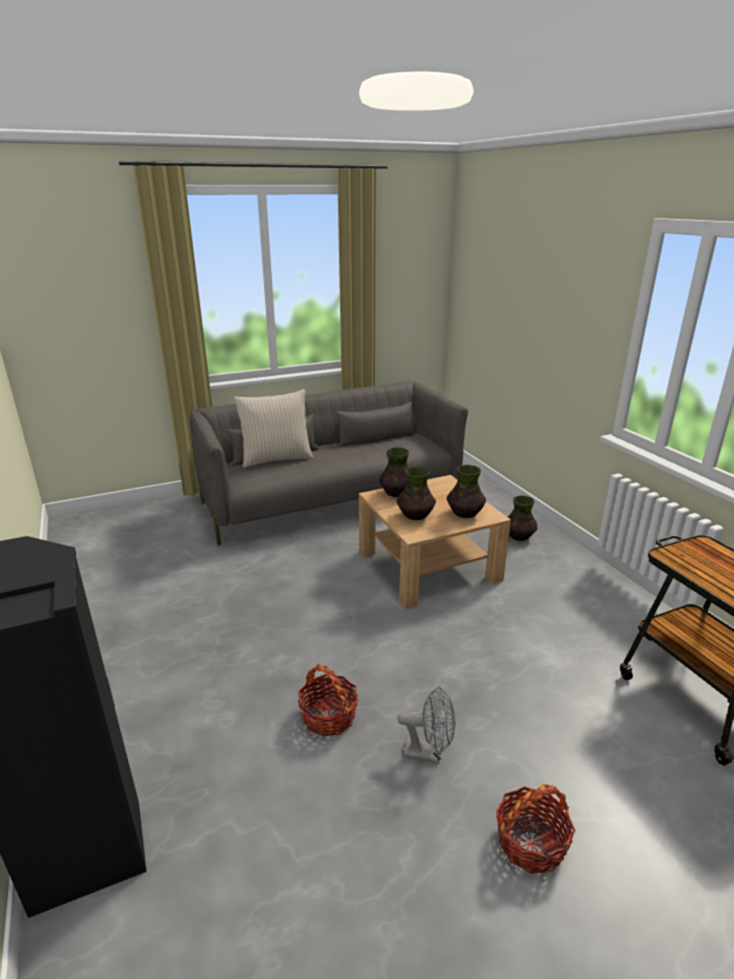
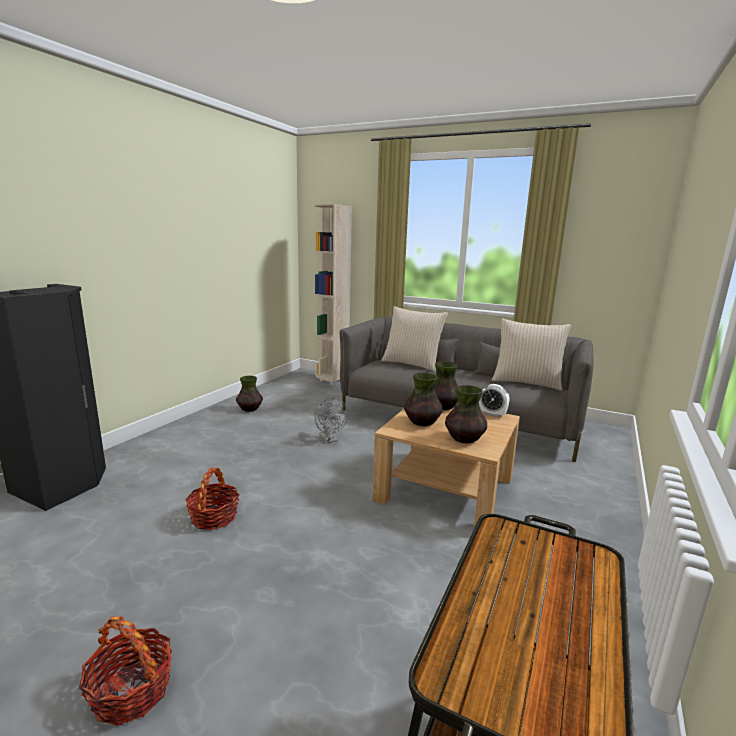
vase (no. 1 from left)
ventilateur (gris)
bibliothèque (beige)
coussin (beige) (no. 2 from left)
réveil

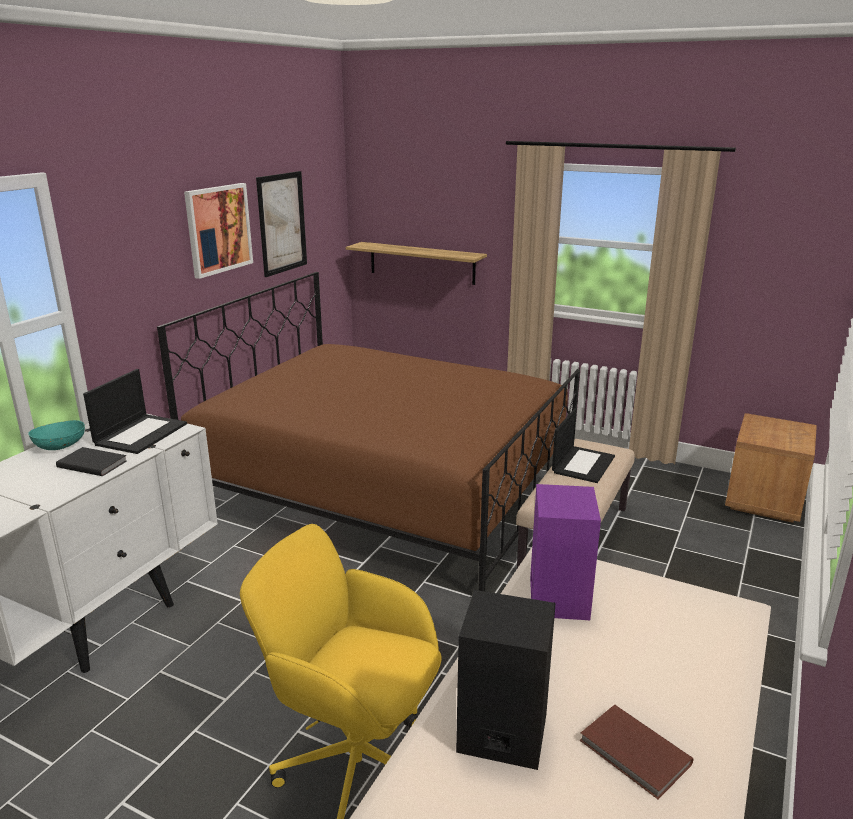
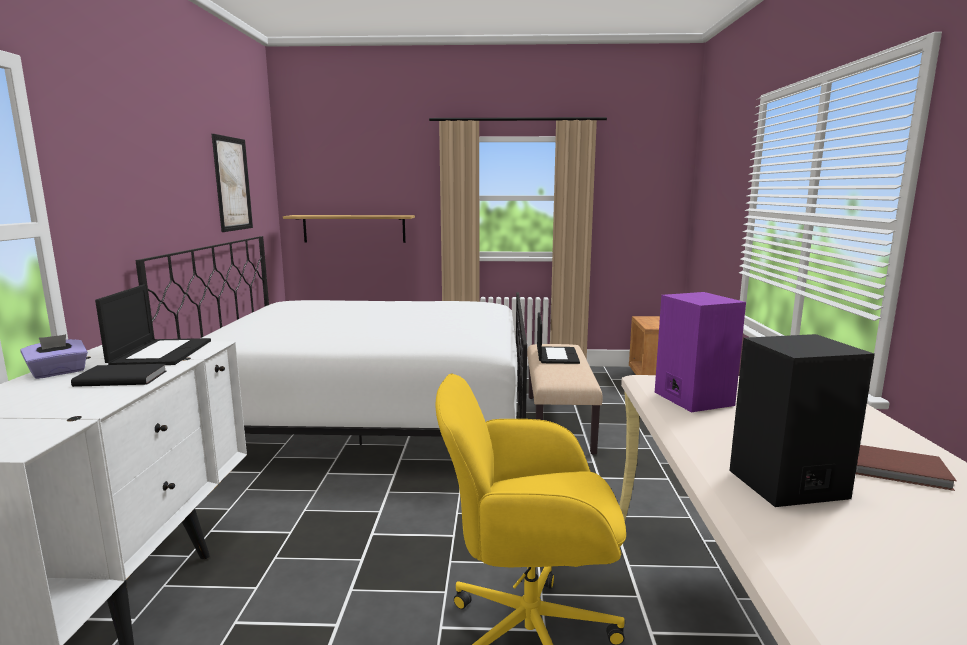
tableau (no. 1 from left in the first image)
lit (blanc)
boîte à mouchoirs (violet)

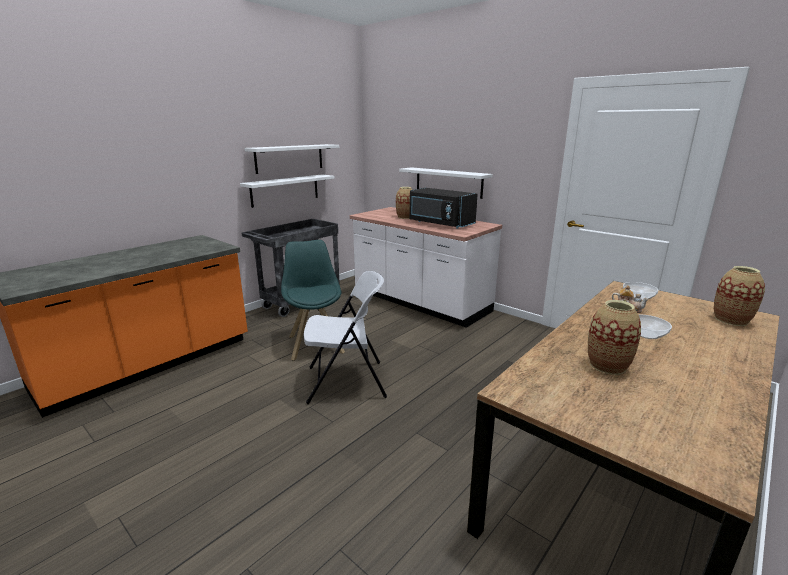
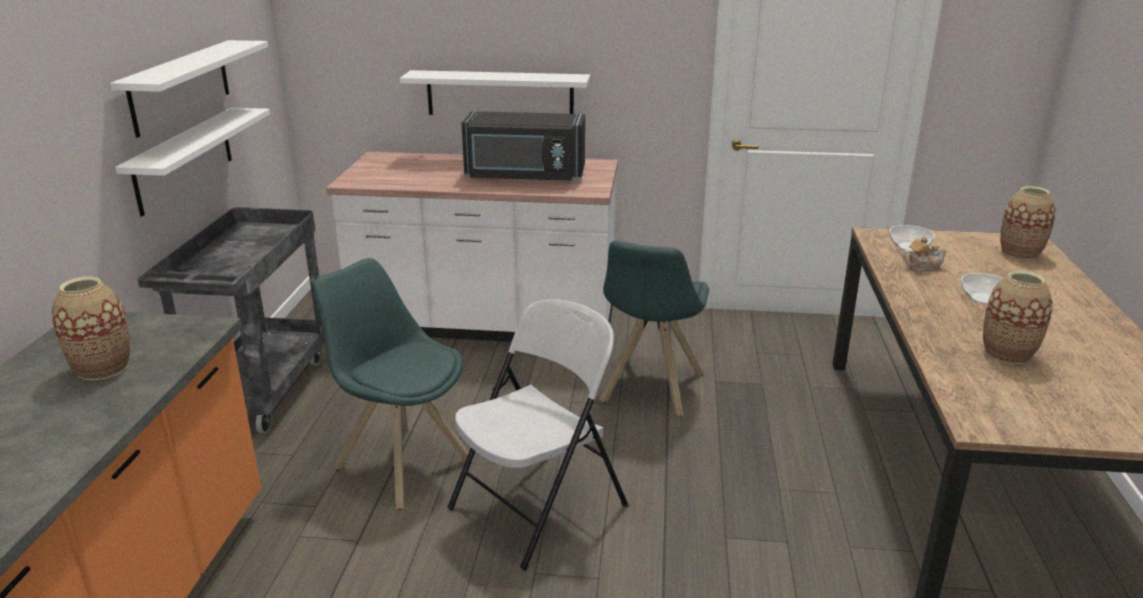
vase (no. 1 from left)
chaise (turquoise) (no. 2 from left)

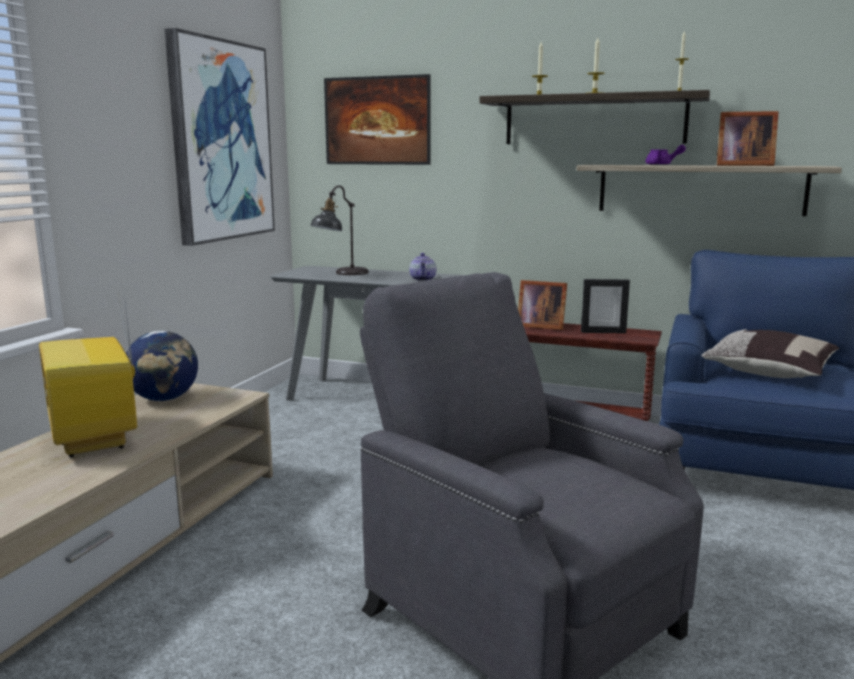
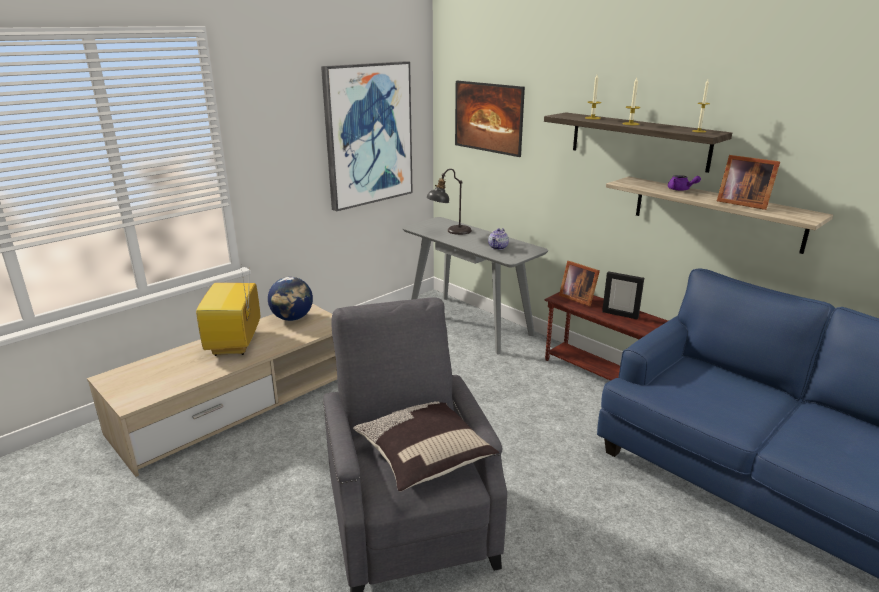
coussin

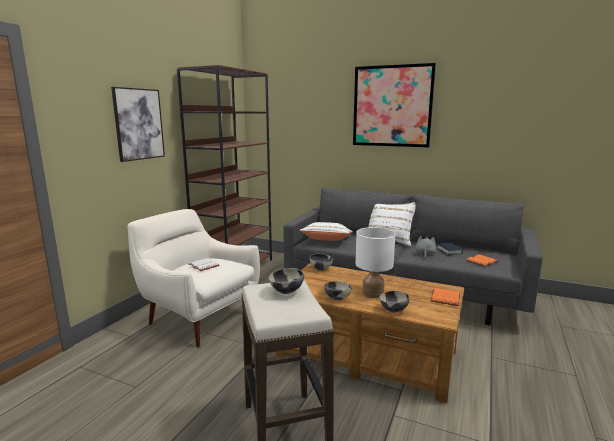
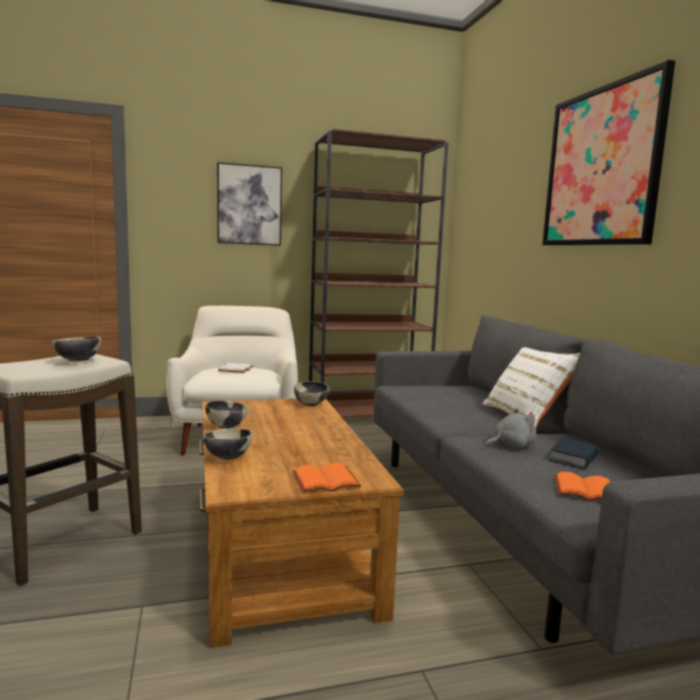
coussin (blanc) (no. 1 from left in the first image)
lampe de table (blanc)

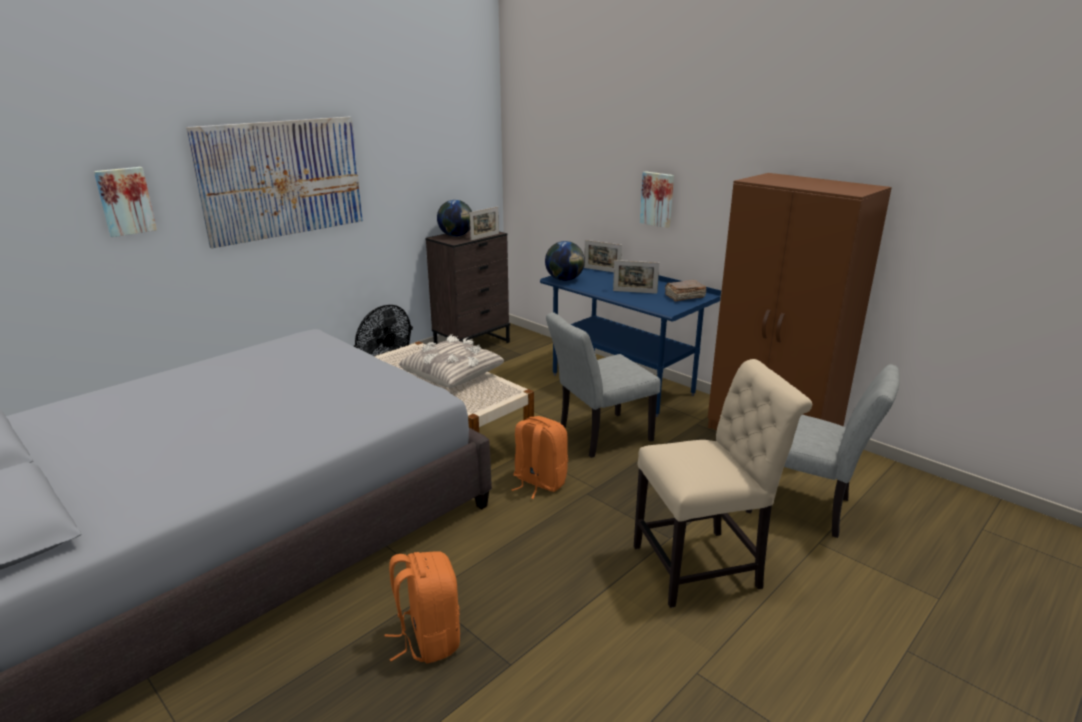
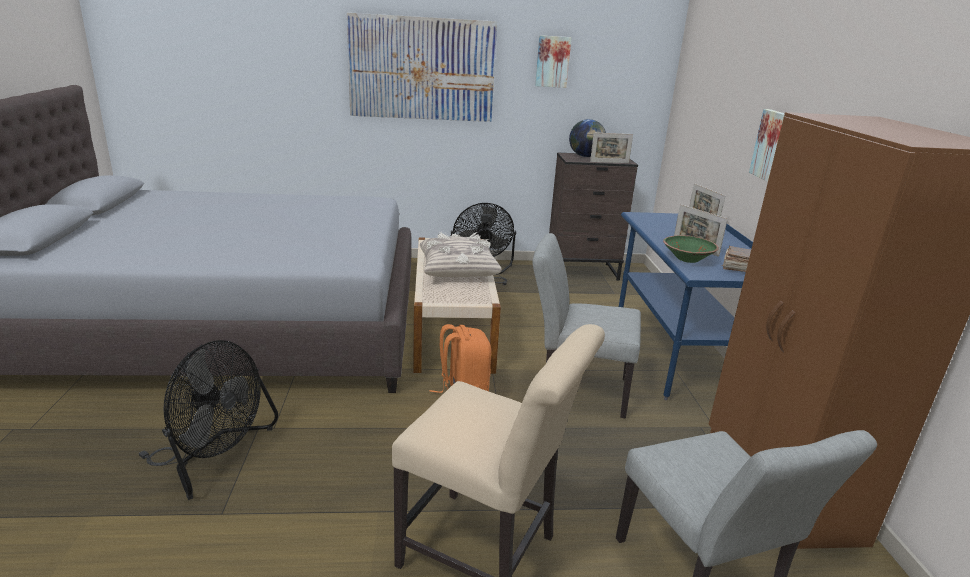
tableau (no. 2 from left)
globe (no. 2 from left in the first image)
ventilateur (noir) (no. 1 from left)
bol (vert)

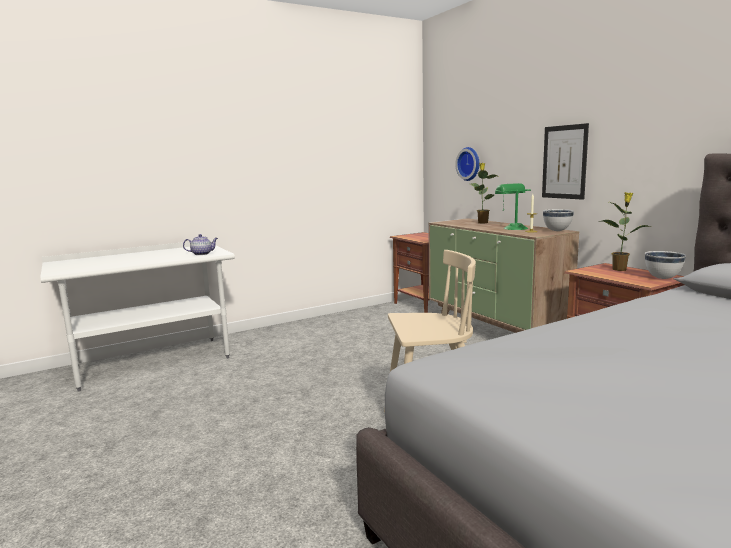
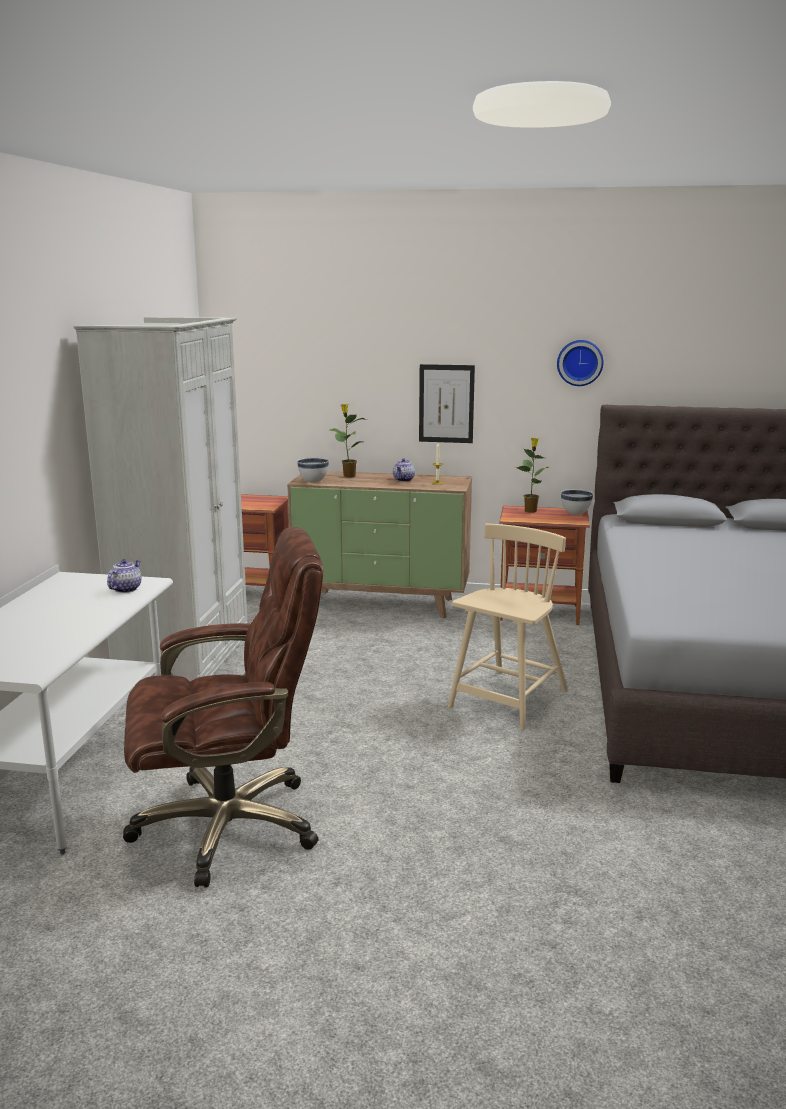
horloge murale
théière (no. 2 from left)
bol (blanc) (no. 1 from left)
armoire (blanc)
chaise de bureau (marron)

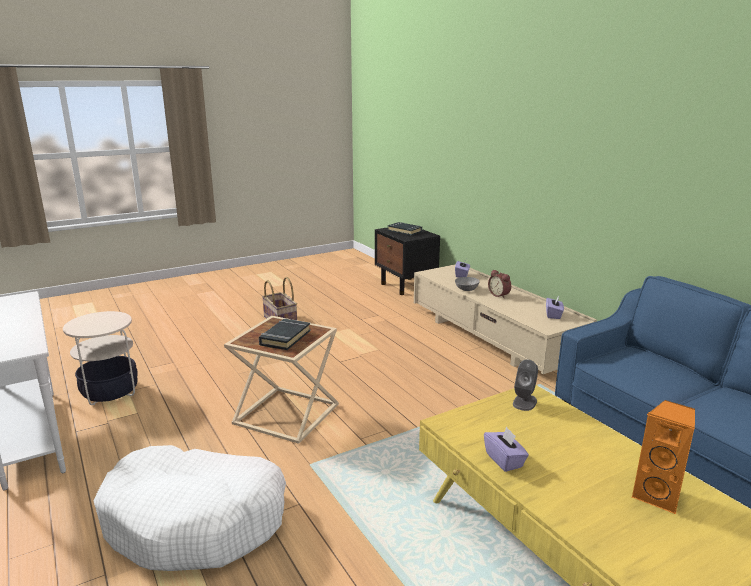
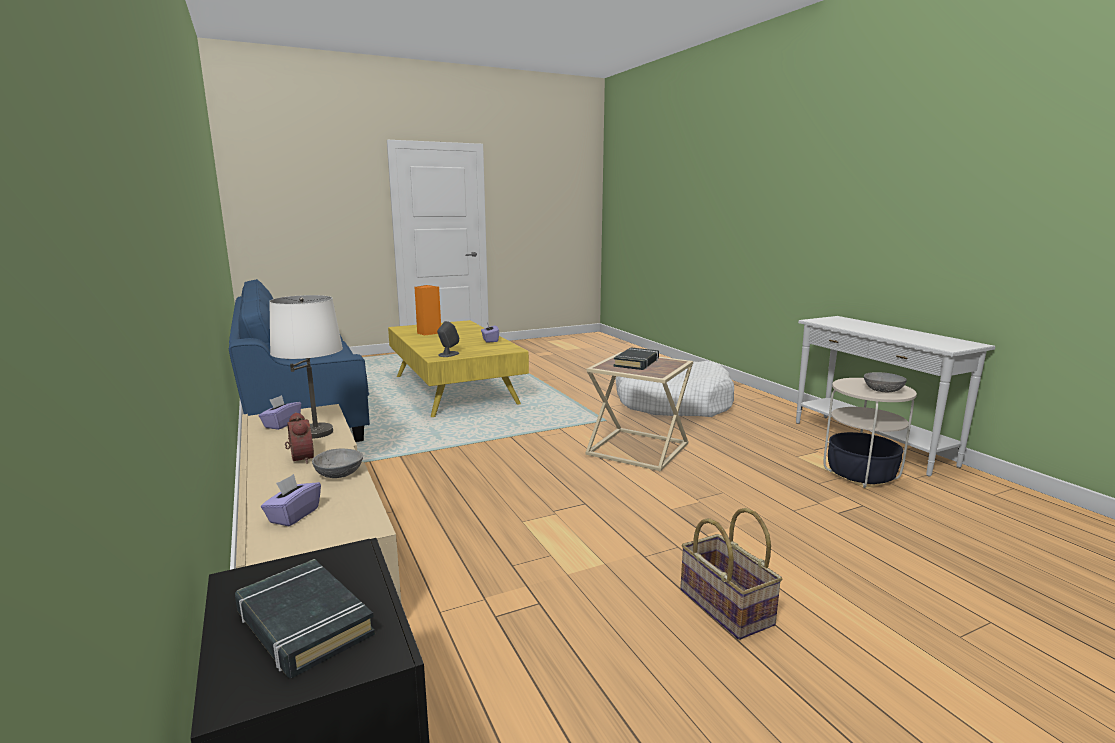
lampe de table (blanc)
bol (gris) (no. 2 from left)

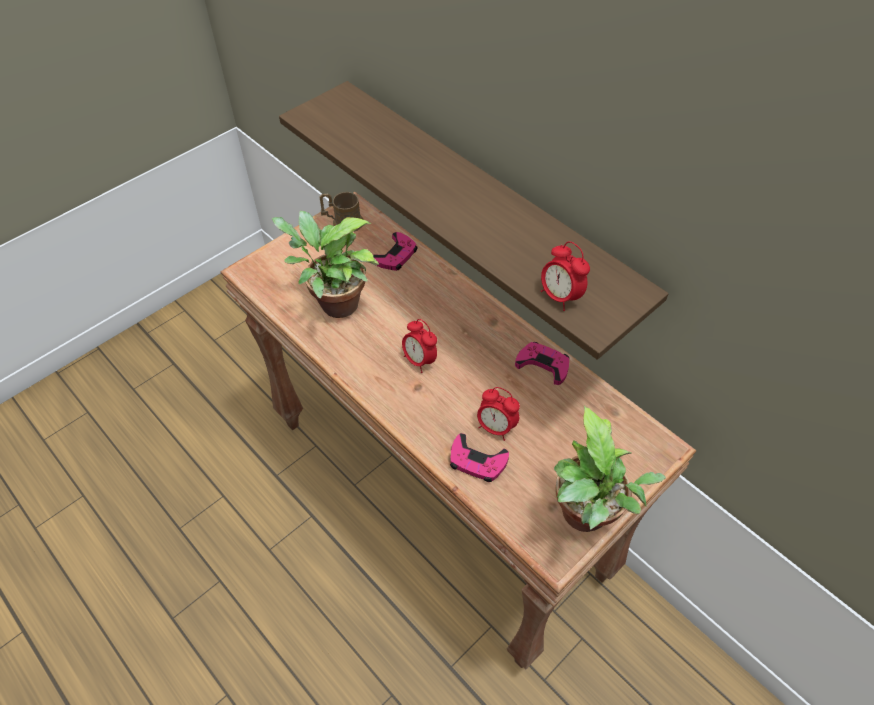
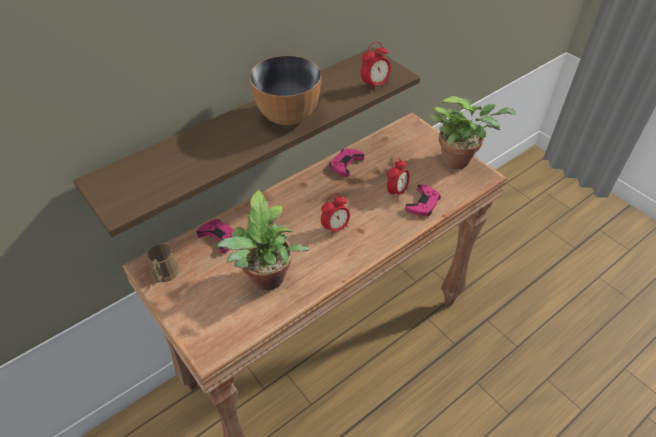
bol

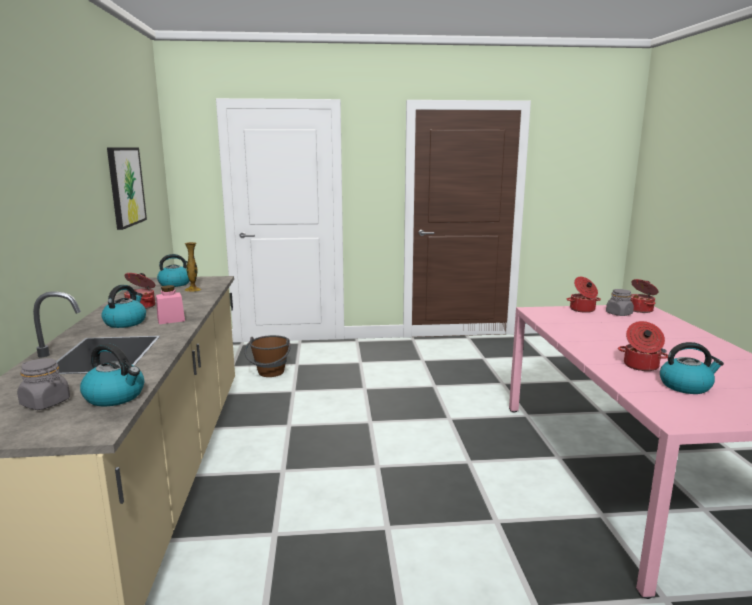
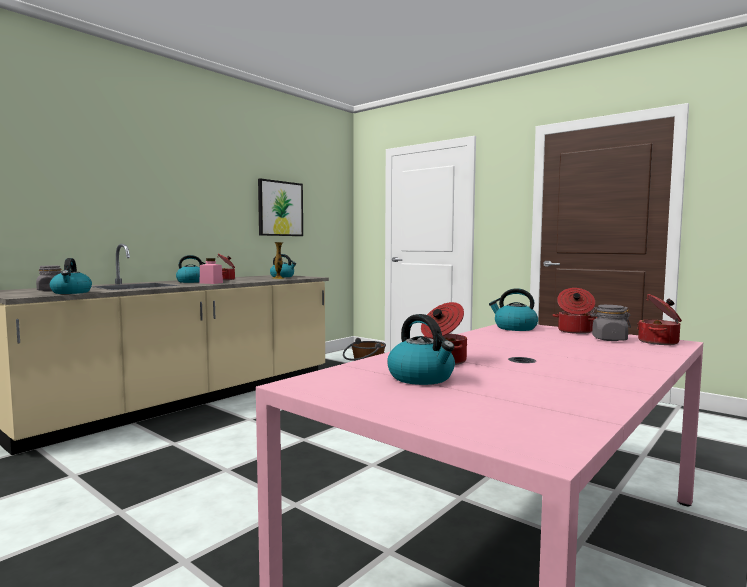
bouilloire (no. 5 from left)

